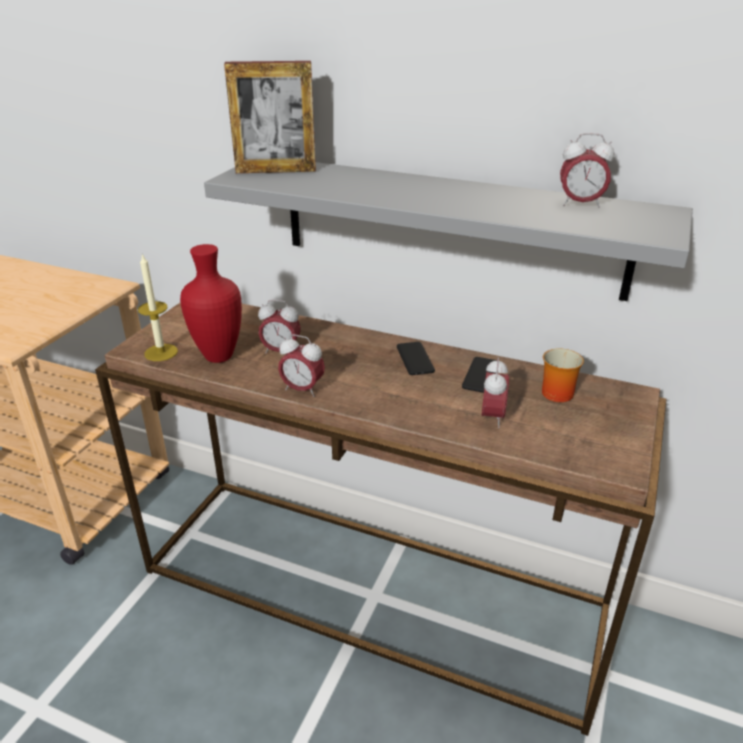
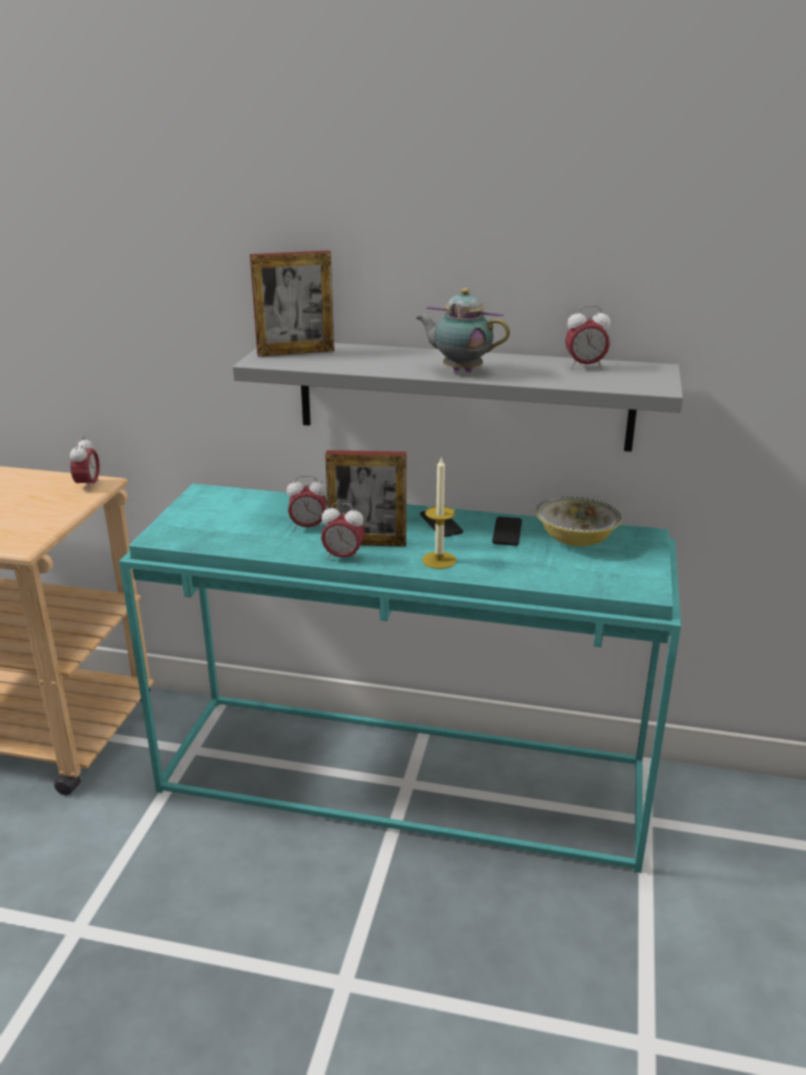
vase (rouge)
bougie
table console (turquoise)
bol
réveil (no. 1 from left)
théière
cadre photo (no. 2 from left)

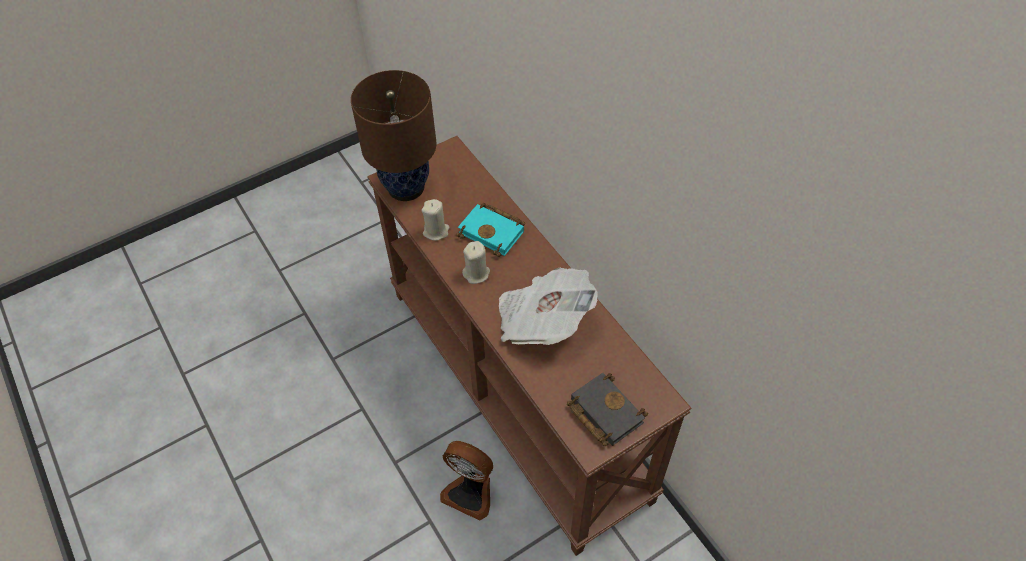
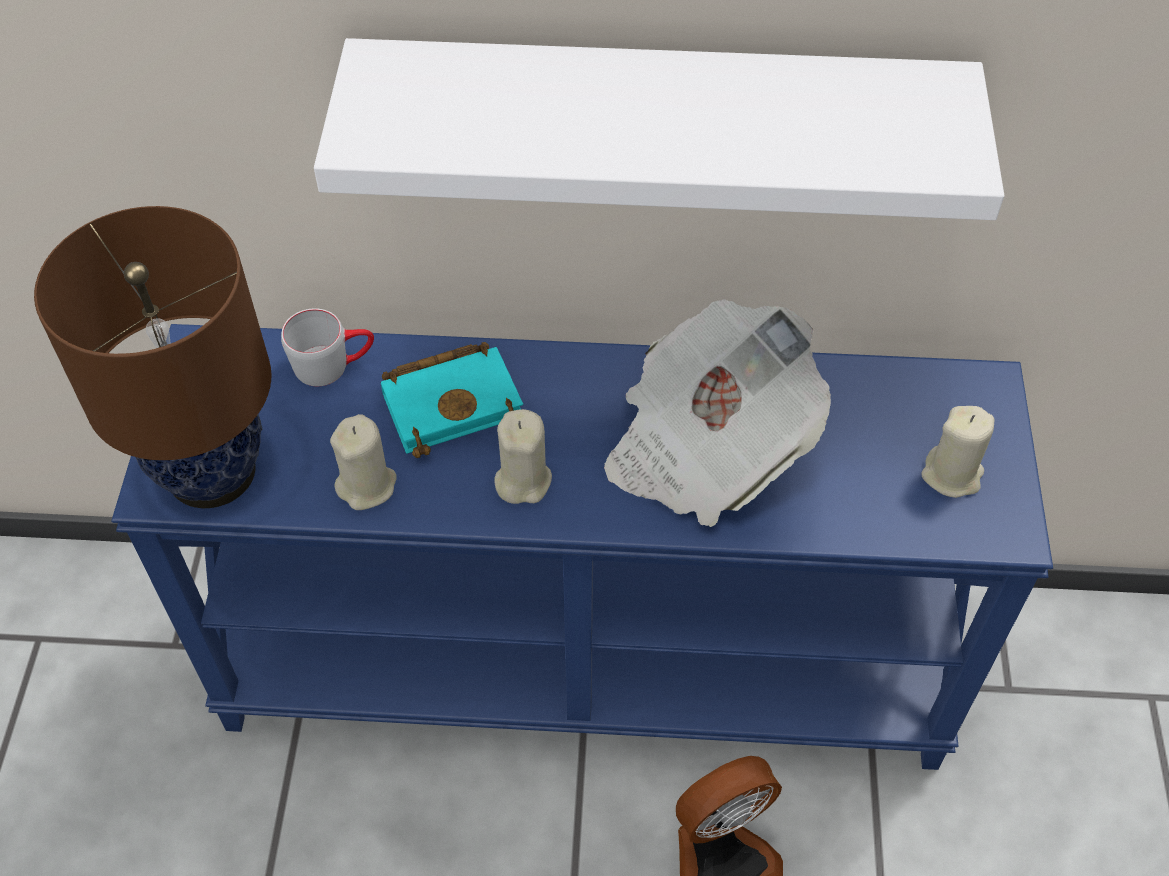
table console (bleu)
bougie (beige) (no. 3 from left)
étagère (blanc)
mug (gris)

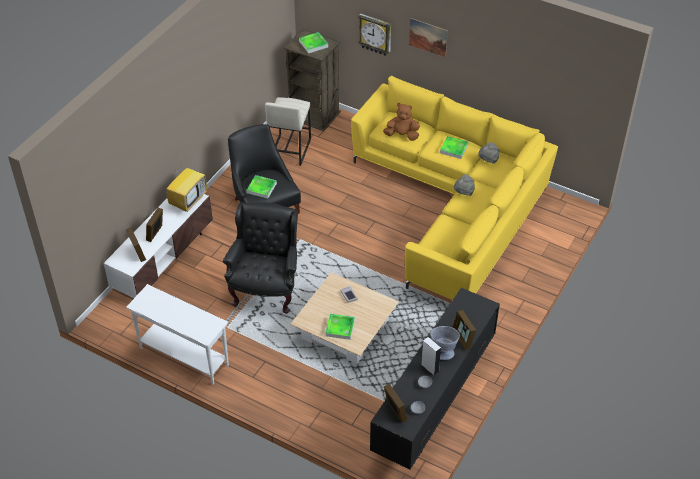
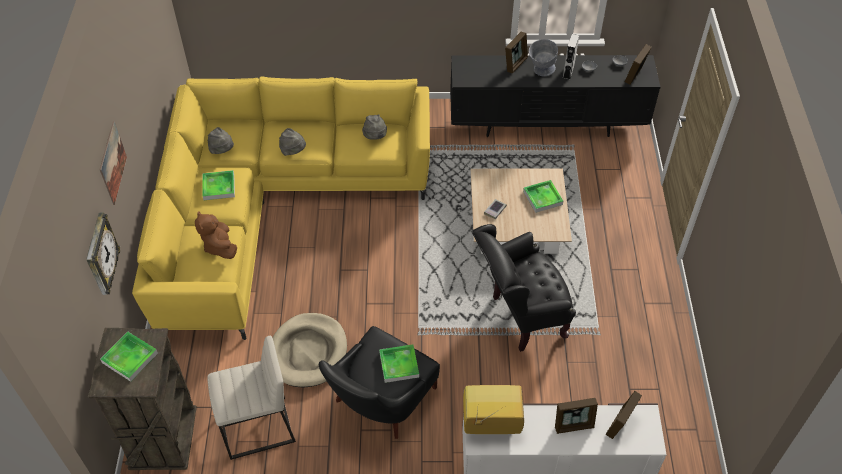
table console (blanc)
chapeau (gris) (no. 3 from left)
panier pour chien (beige)

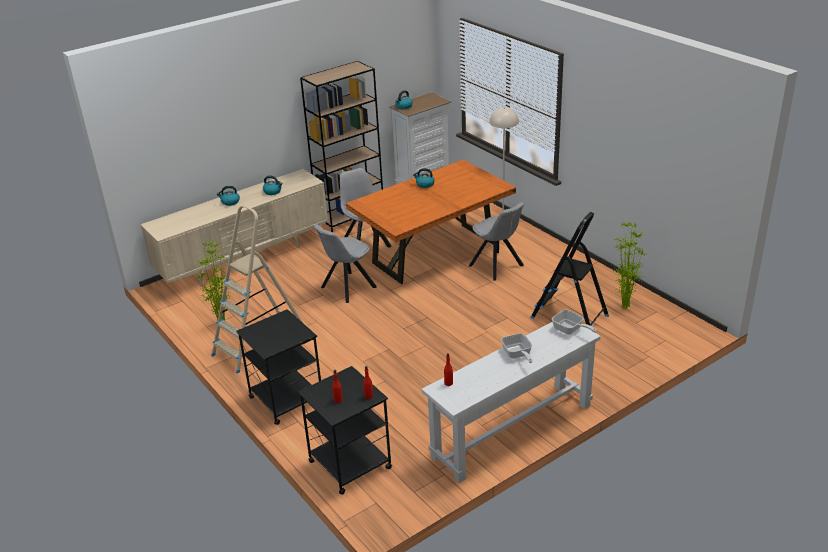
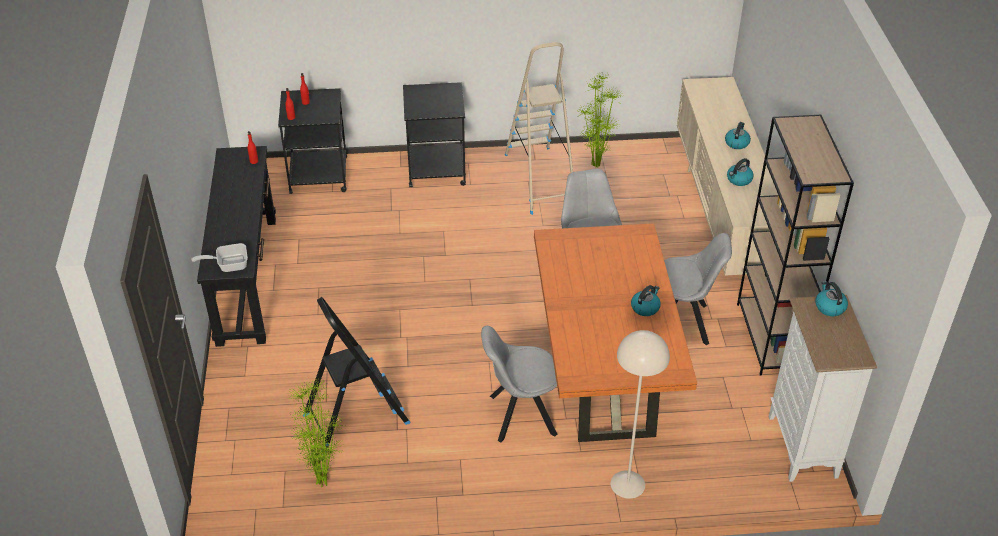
table console (noir)
poêle (no. 1 from left in the first image)

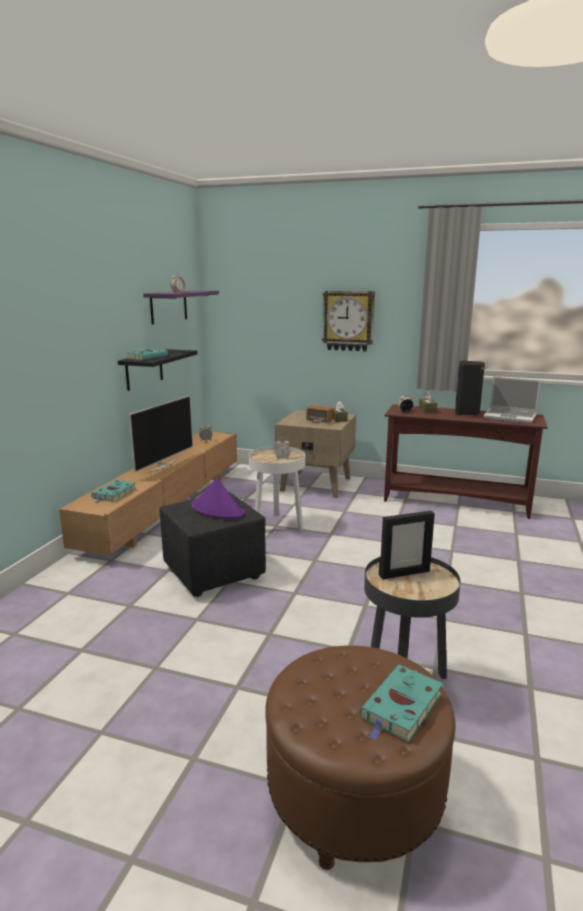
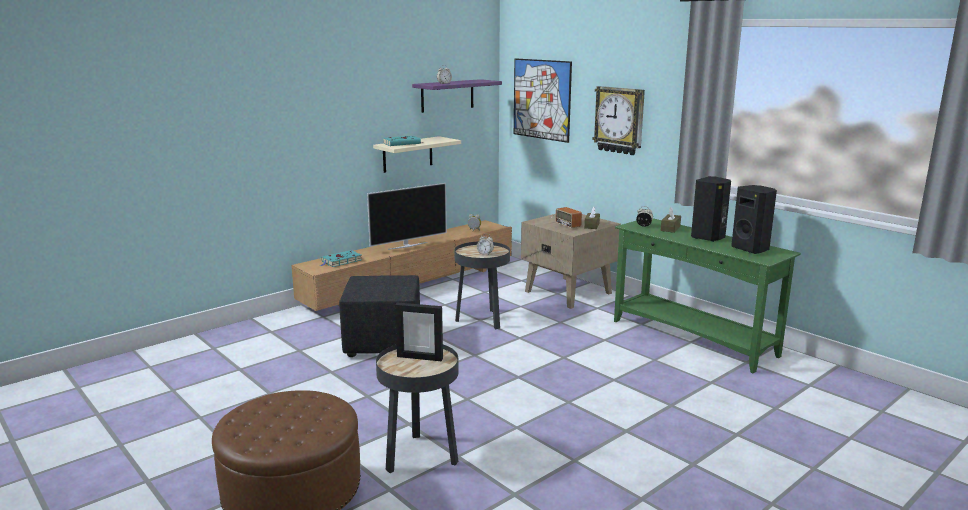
étagère (beige)
enceinte (noir) (no. 2 from left)
table console (vert)
table d'appoint (noir) (no. 2 from left)
chapeau (violet)
livre (turquoise) (no. 3 from left in the first image)
tableau

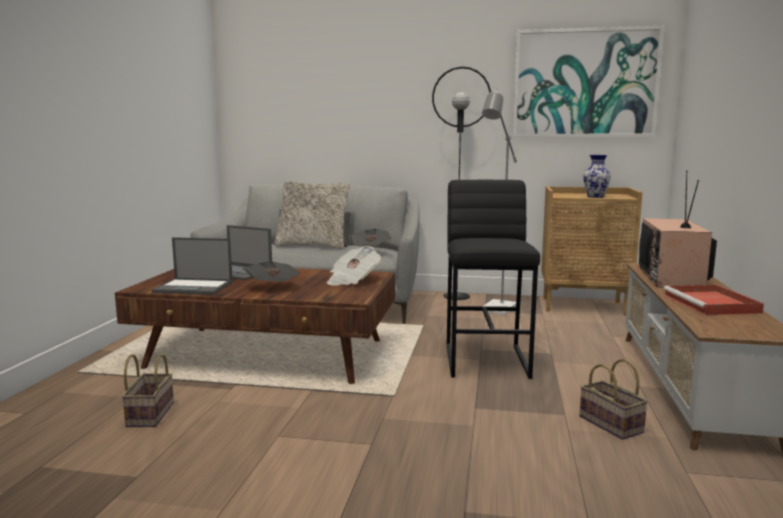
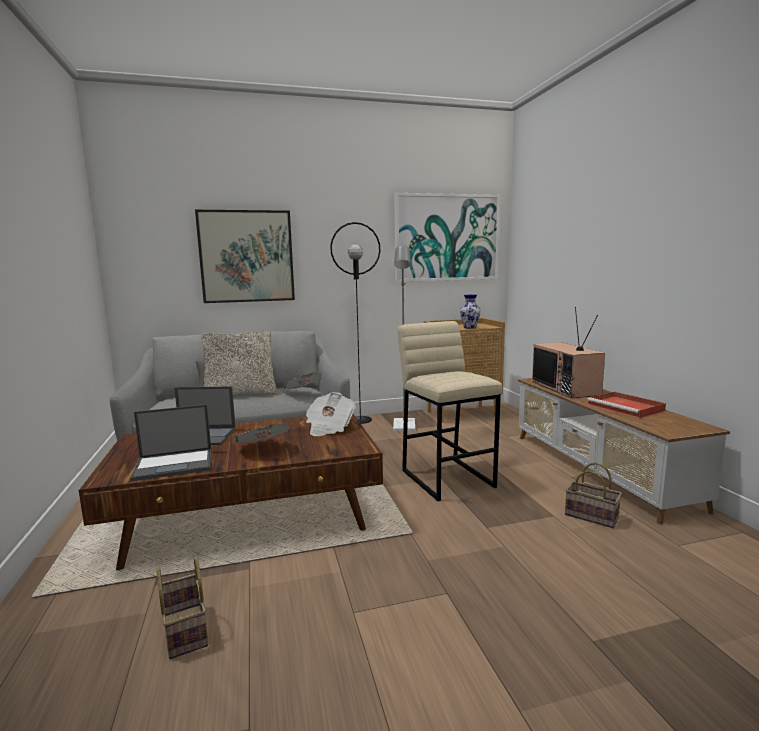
tabouret (beige)
tableau (no. 1 from left)

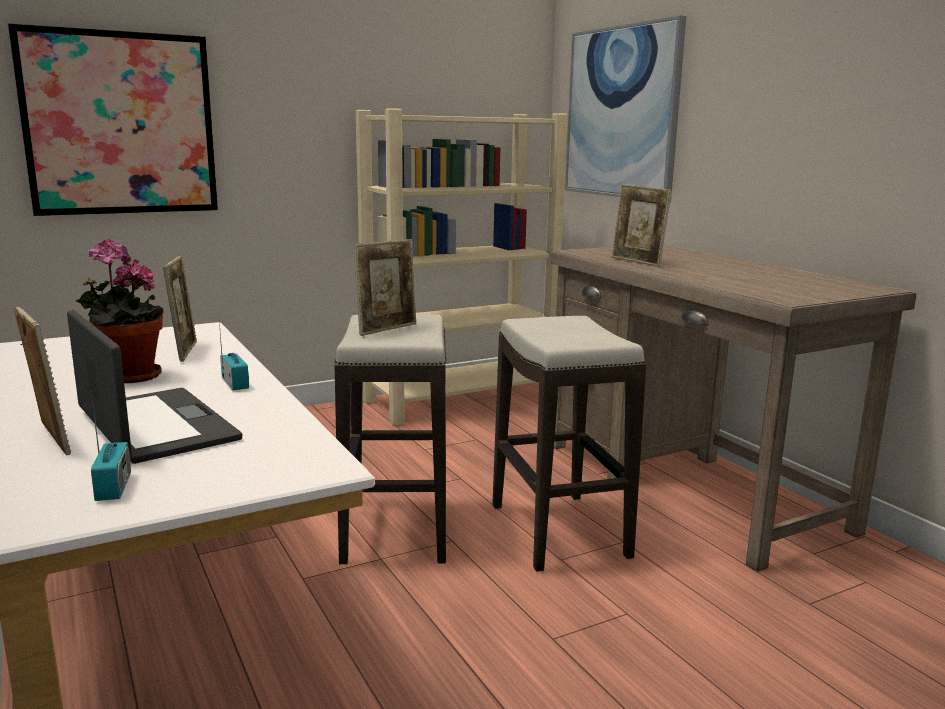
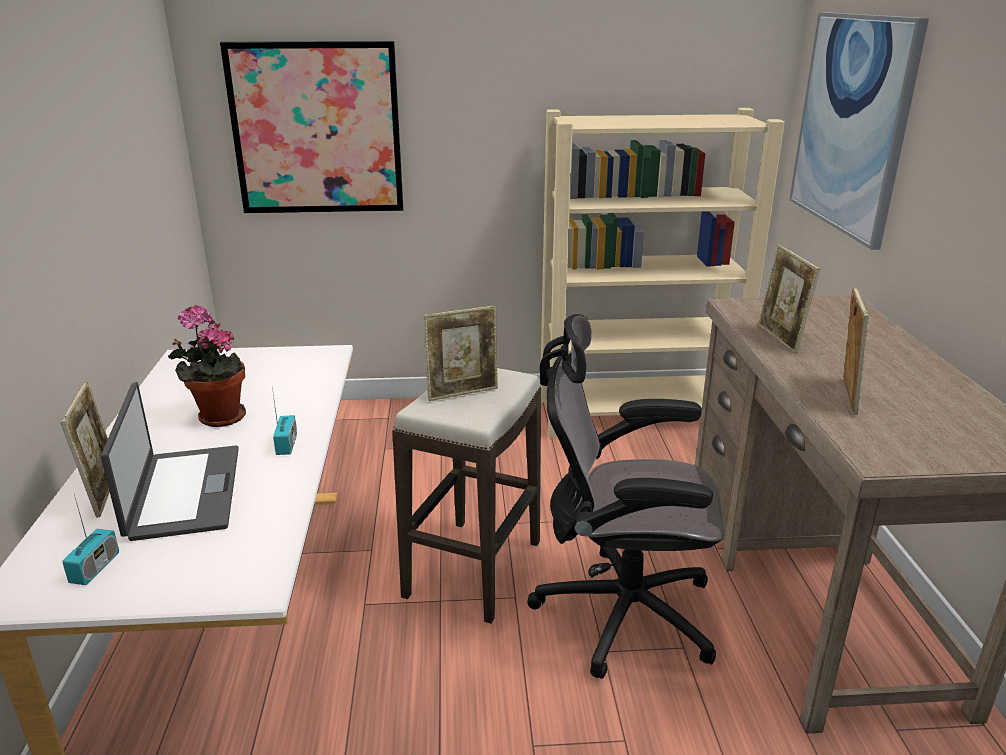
cadre photo (no. 4 from left)
chaise de bureau

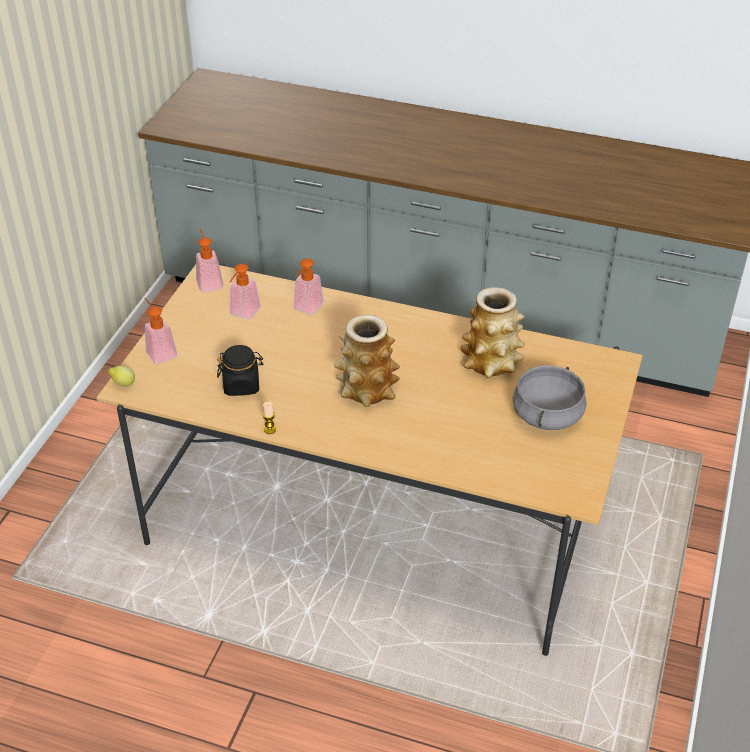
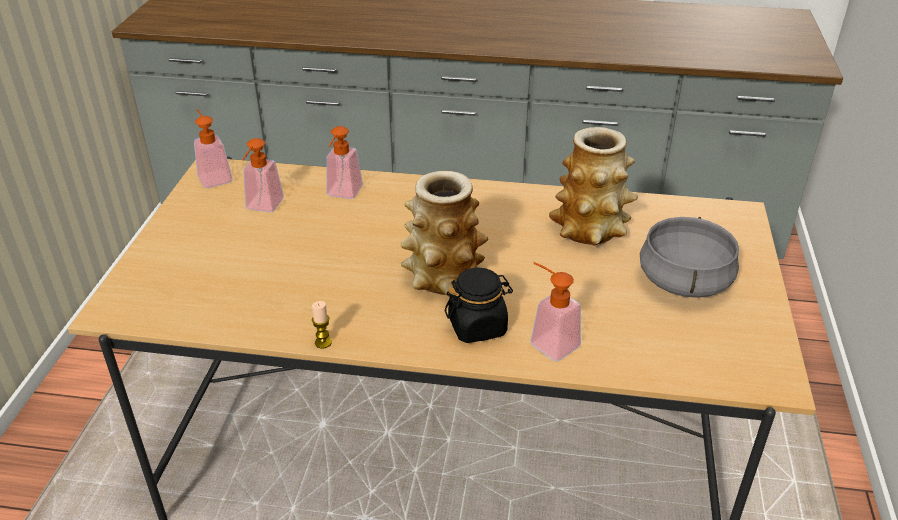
distributeur de savon (no. 4 from left)
bocal (noir)
citron

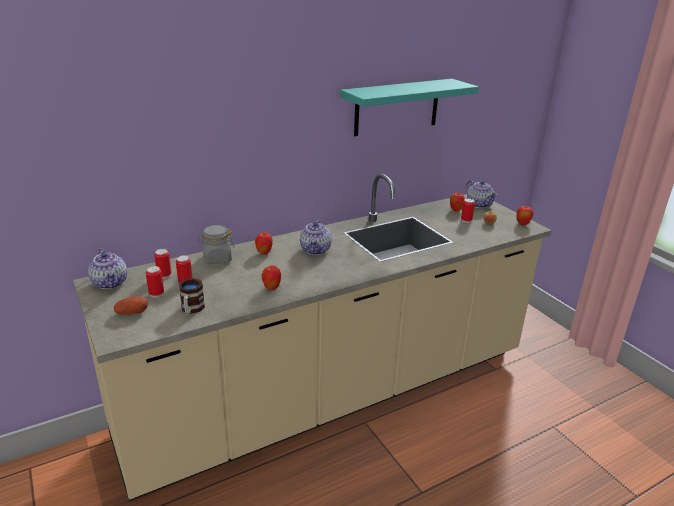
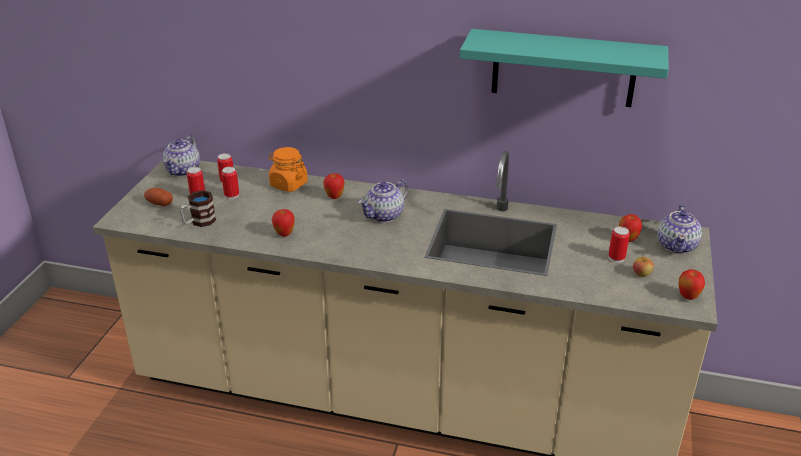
bocal (orange)

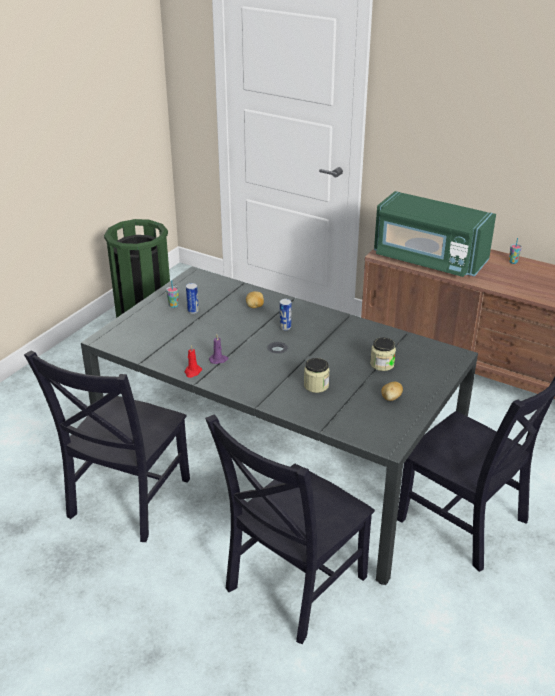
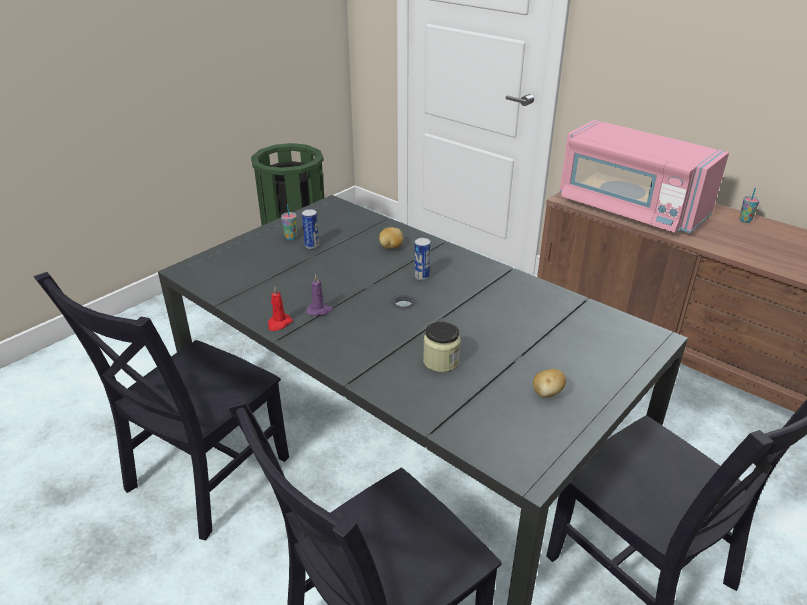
micro-ondes (rose)
bocal (no. 2 from left in the first image)

